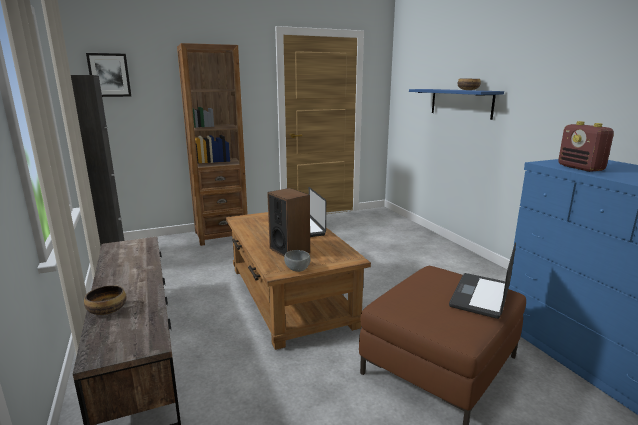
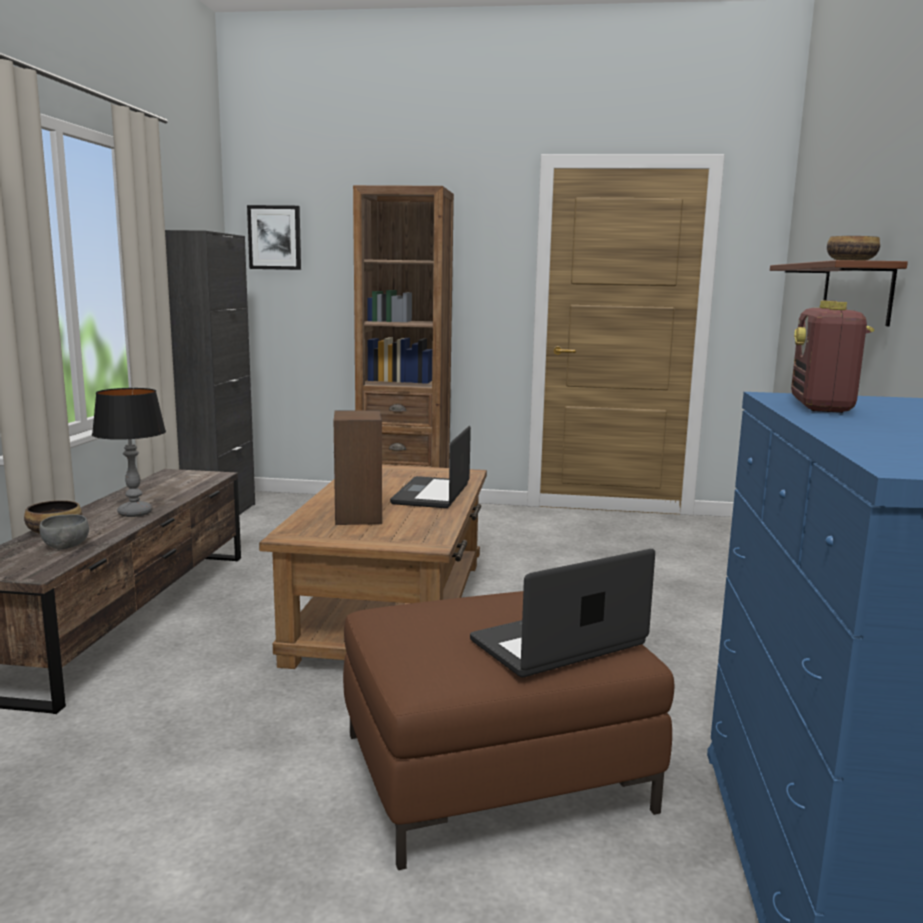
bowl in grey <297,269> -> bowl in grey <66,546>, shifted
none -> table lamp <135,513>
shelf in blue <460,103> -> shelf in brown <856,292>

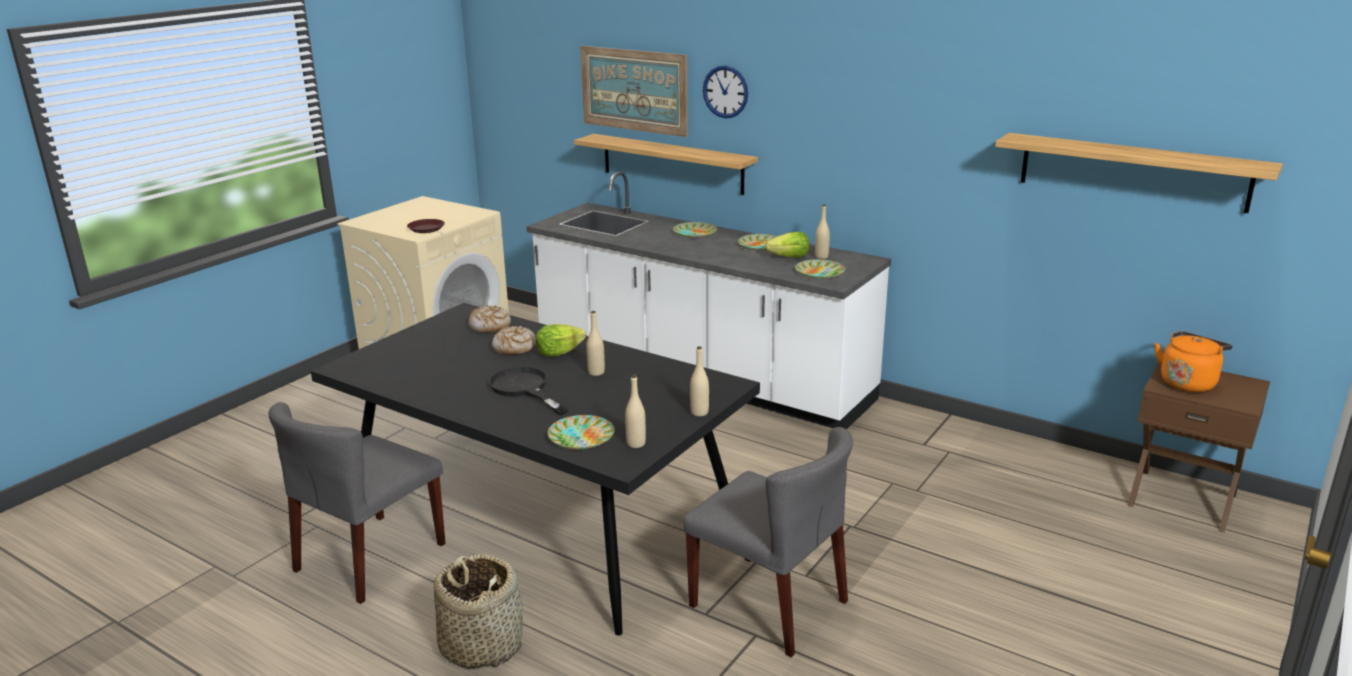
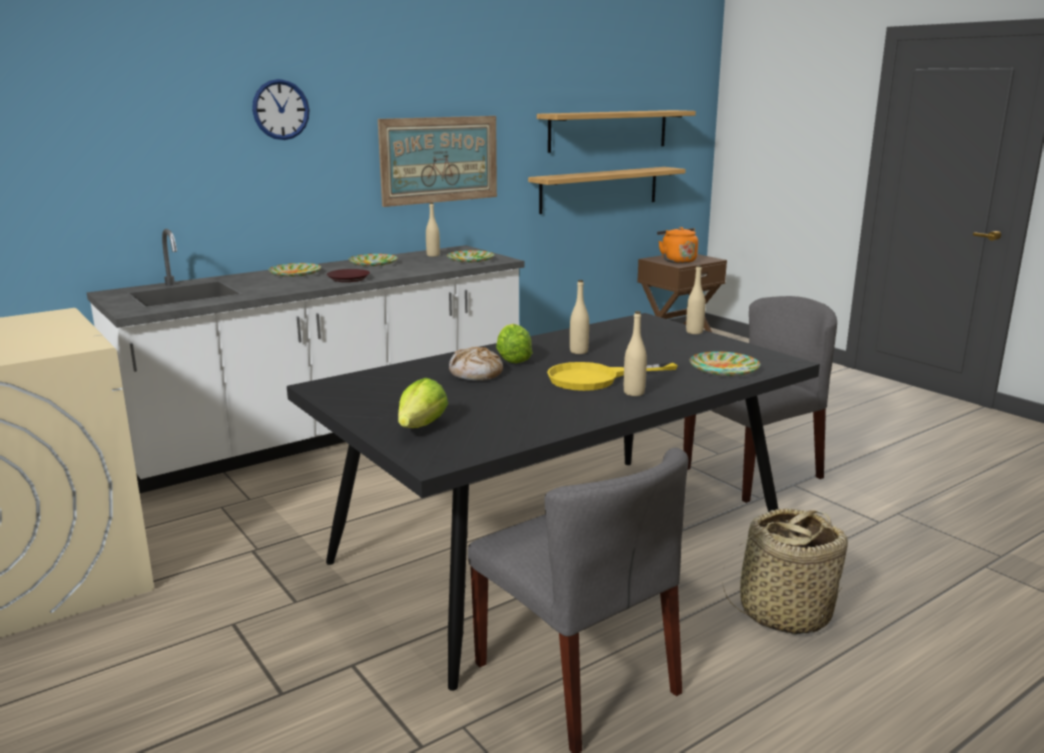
plate in brown <426,229> -> plate in brown <348,279>, shifted
picture <634,90> -> picture <439,159>, shifted
lettuce <789,257> -> lettuce <422,426>, shifted
shelf <672,163> -> shelf <599,189>, shifted
frying pan in black <524,389> -> frying pan in yellow <595,378>
bottle in beige <636,444> -> bottle in beige <634,393>, shifted
bread <490,326> -> none

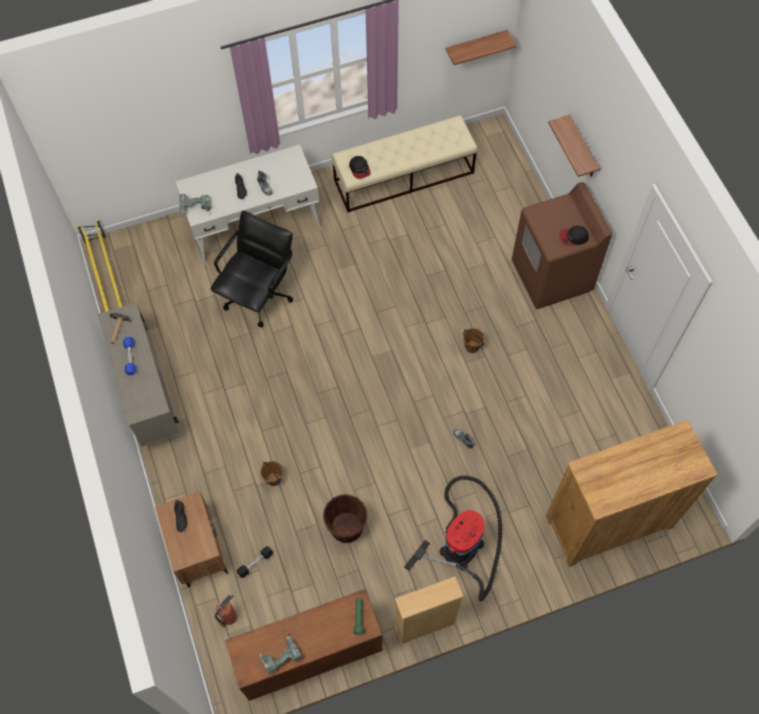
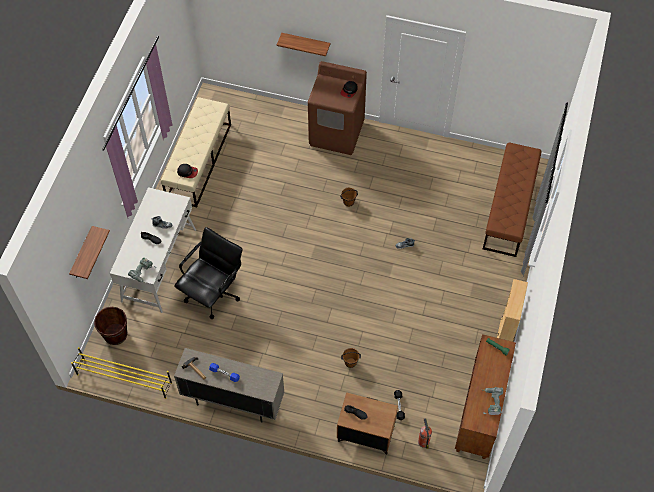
shelf <475,47> -> shelf <82,254>, shifted
bucket in brown <346,528> -> bucket in brown <115,334>, shifted
office chair in black <259,295> -> office chair in black <213,293>, 60 degrees clockwise
dresser in brown <608,521> -> bench in brown <509,208>
vacuum cleaner <463,543> -> none

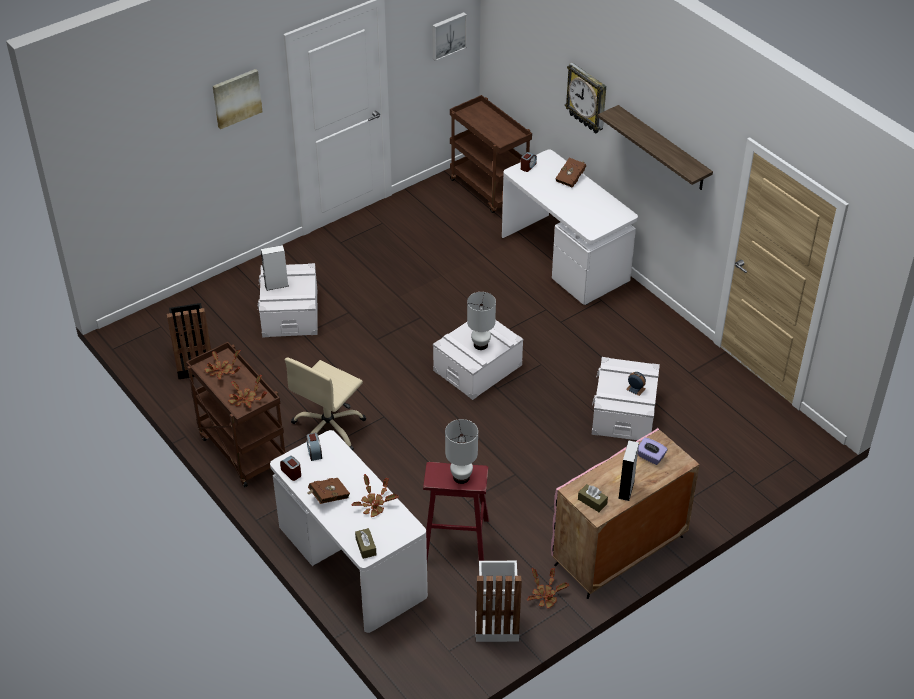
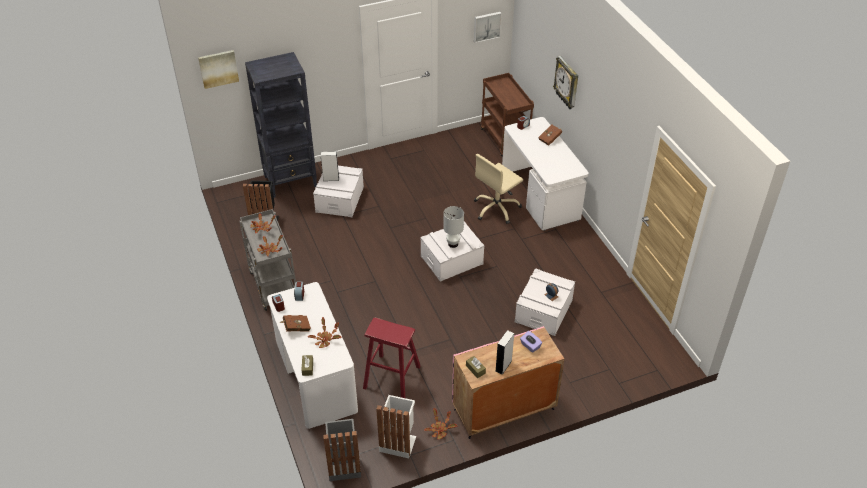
picture <236,98> -> picture <218,68>, shifted
cart in brown <241,450> -> cart in grey <272,285>
none -> bookcase in black <291,181>
none -> trash can in grey <343,465>
office chair in beige <328,429> -> office chair in beige <496,209>, shifted
table lamp in white <461,477> -> none
shelf <663,149> -> none

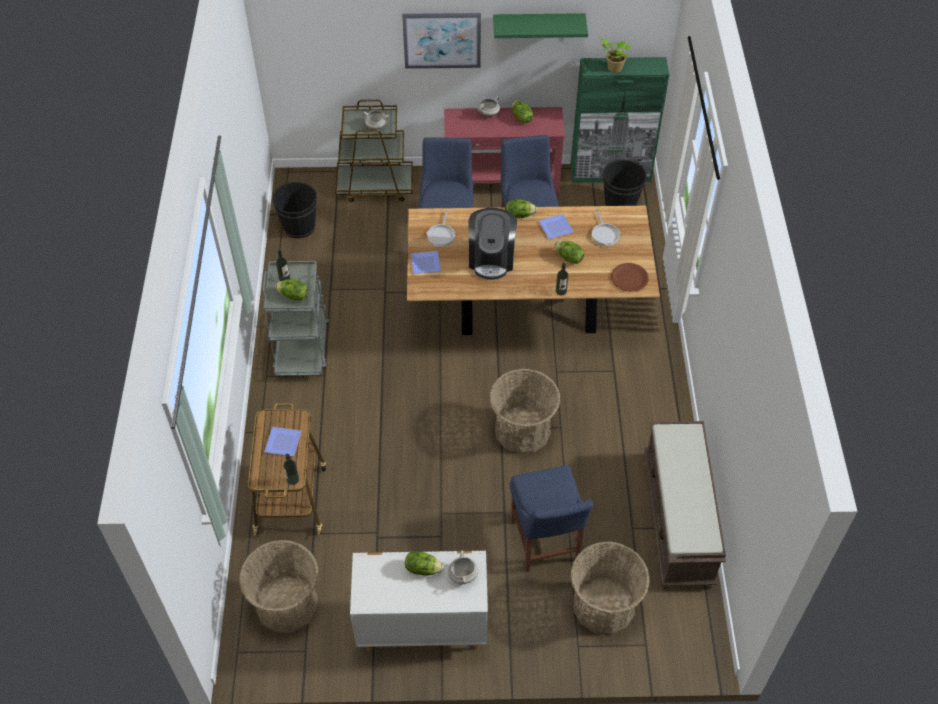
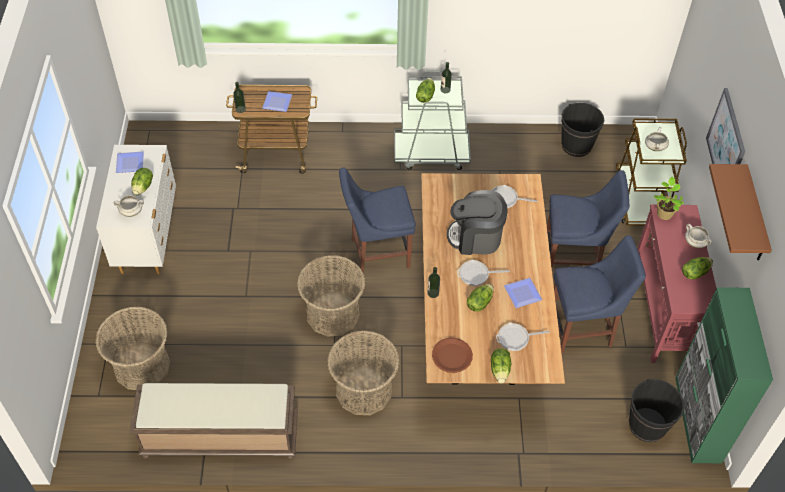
plate <426,264> -> plate <129,164>, shifted
basket <286,604> -> basket <363,390>, shifted
chair in blue <545,544> -> chair in blue <377,253>, shifted
none -> frying pan <476,274>
lettuce <519,215> -> lettuce <500,370>, shifted
potted plant <613,68> -> potted plant <664,213>, shifted
shelf in green <538,25> -> shelf in brown <754,216>

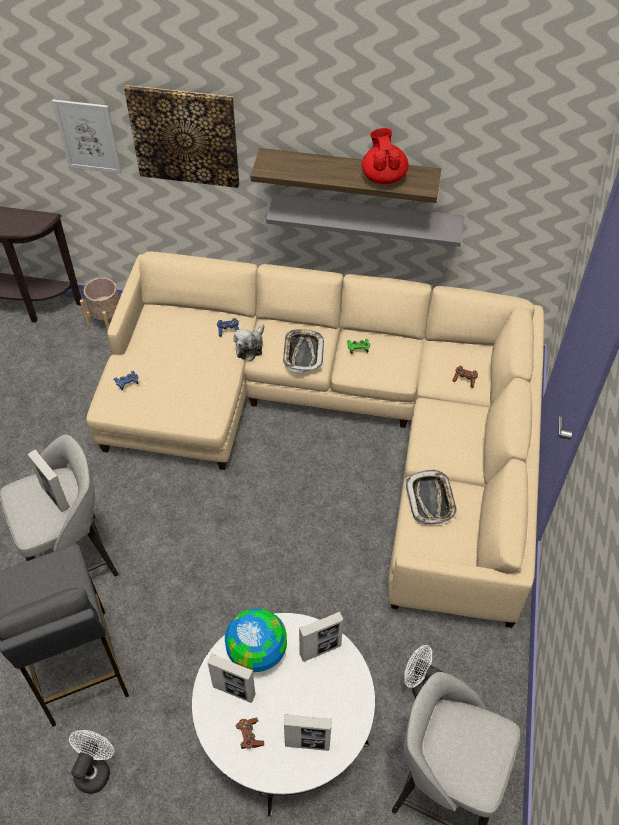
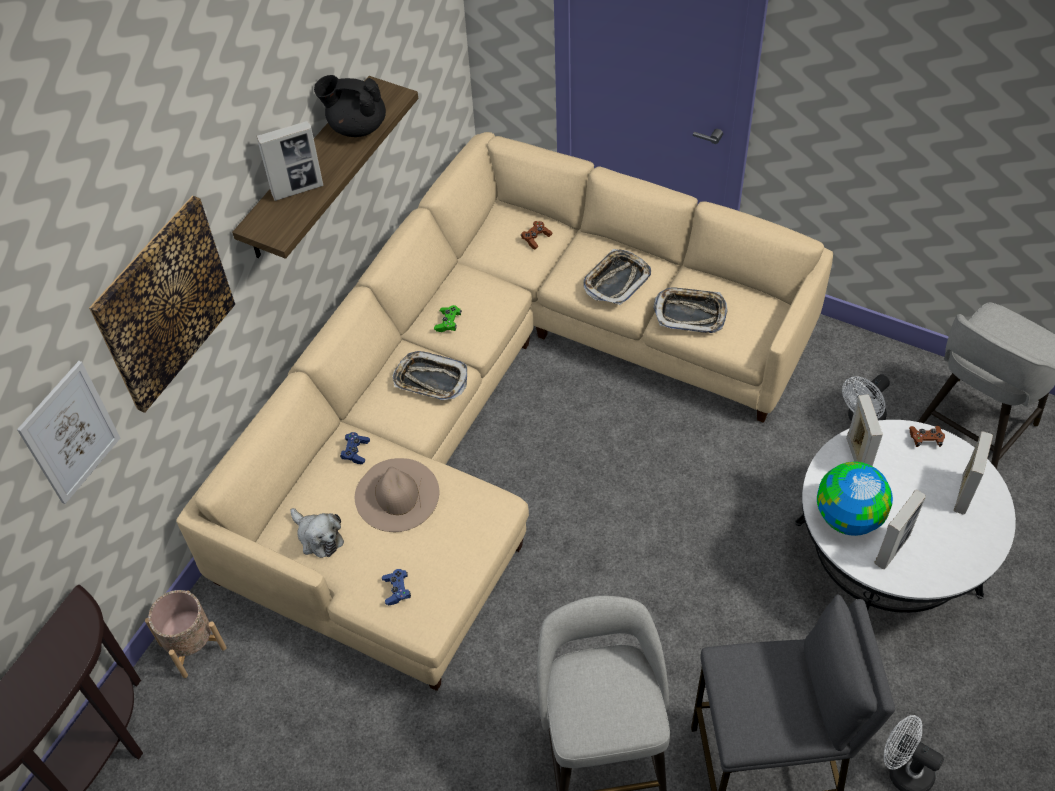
picture frame <55,497> -> picture frame <298,190>, shifted
plush toy <250,347> -> plush toy <318,537>, shifted
teapot in red <383,176> -> teapot in black <356,126>
none -> hat in beige <397,494>
none -> tray <616,280>
game controller in brown <249,735> -> game controller in brown <925,439>, shifted
shelf in grey <366,219> -> none

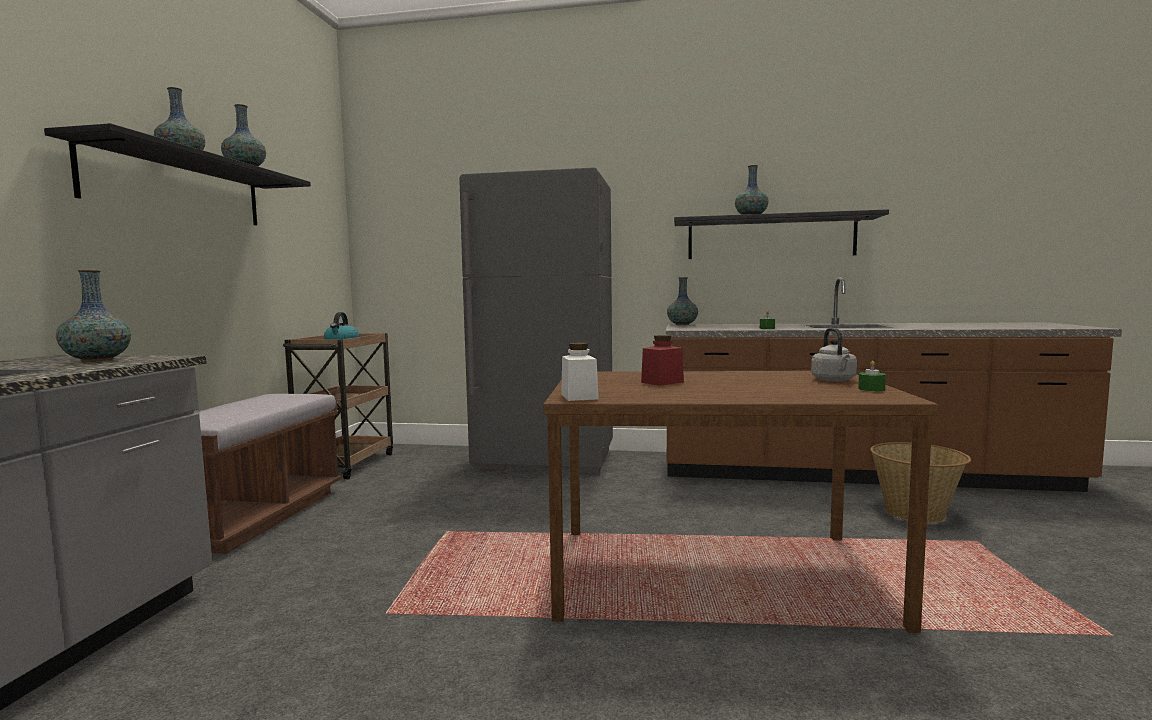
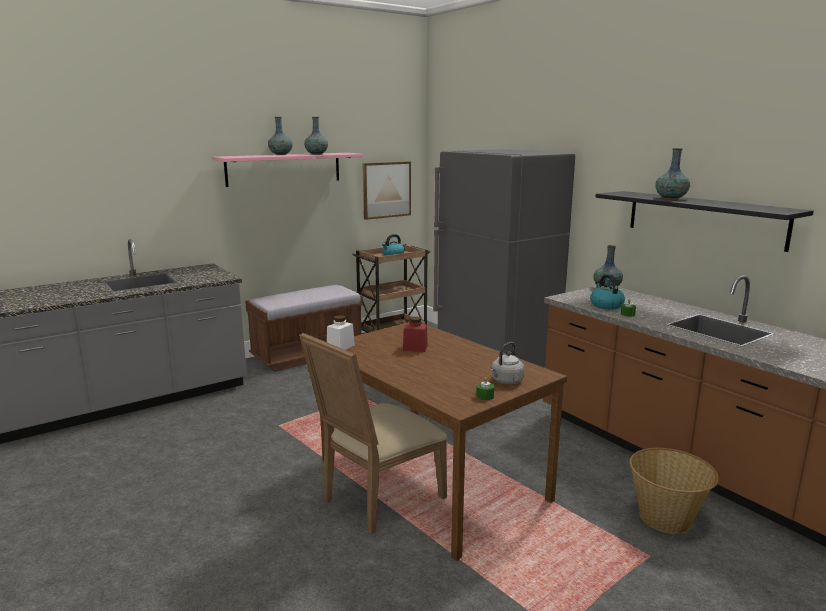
shelf in black <179,188> -> shelf in pink <284,169>
none -> chair in beige <377,500>
none -> picture <386,189>
none -> kettle <606,305>
vase <97,360> -> none

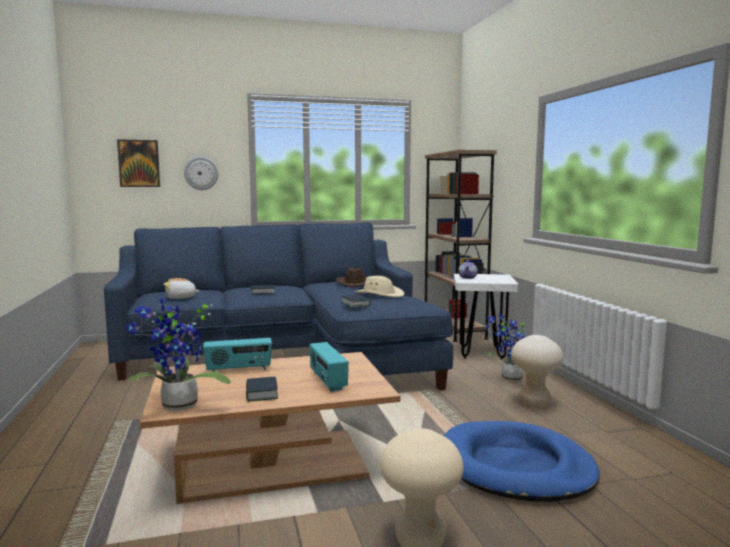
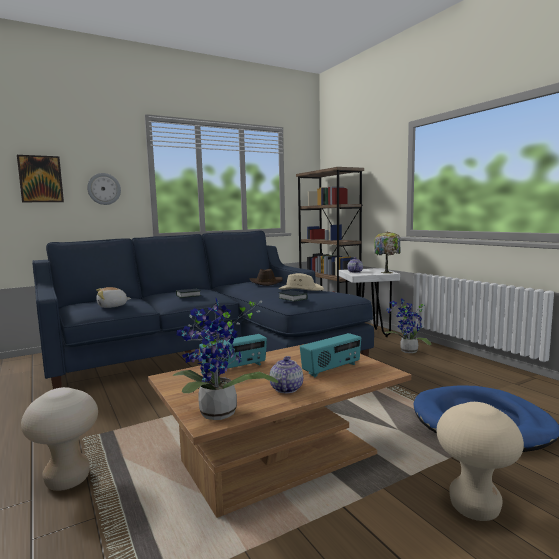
stool in beige <534,404> -> stool in beige <67,480>, shifted
book <261,393> -> teapot <286,389>
radio <327,381> -> radio <332,369>, 90 degrees counterclockwise
none -> table lamp <387,272>

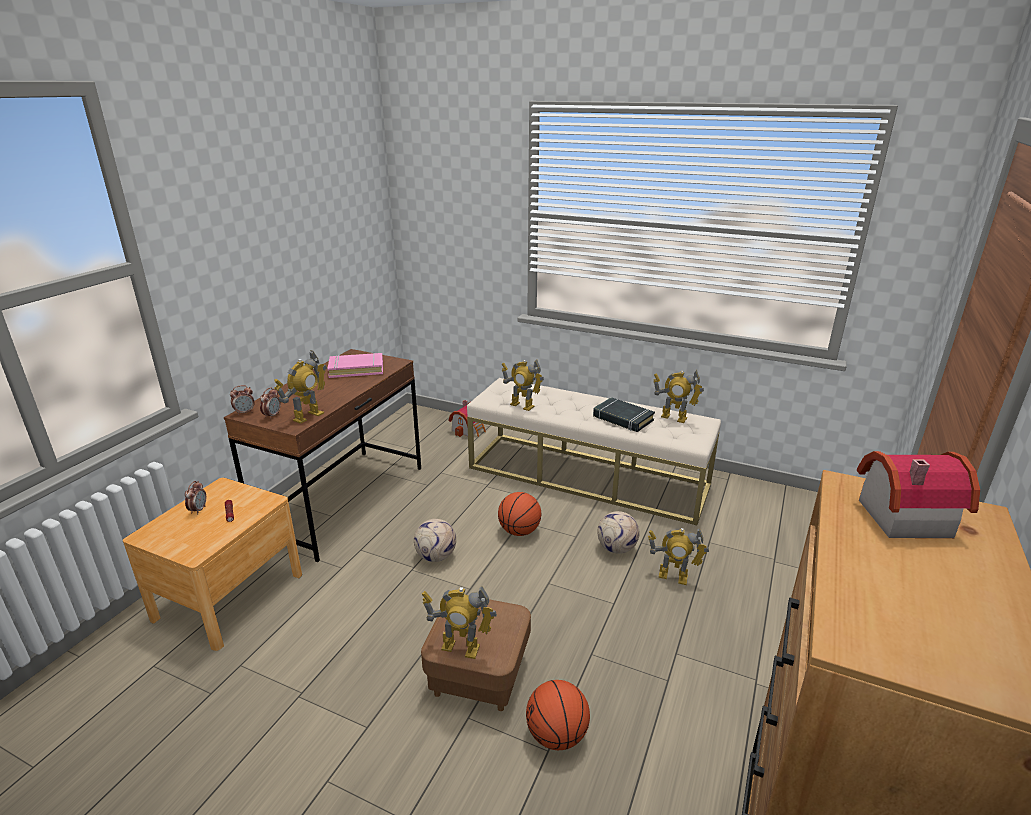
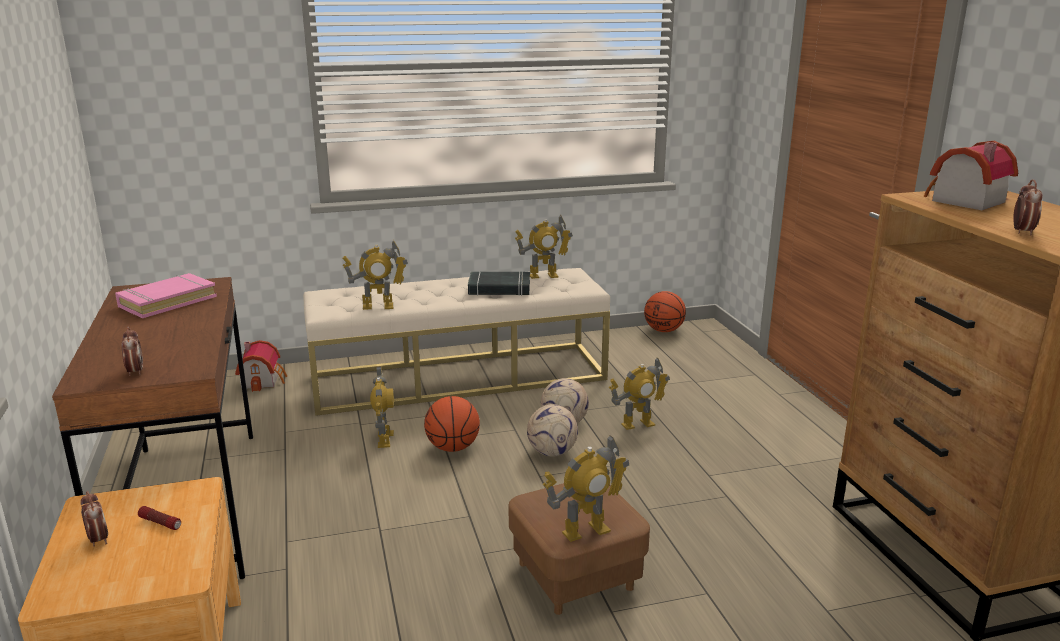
toy robot <308,416> -> toy robot <384,439>, shifted
football <436,556> -> football <552,452>, shifted
basketball <557,735> -> basketball <663,330>, shifted
alarm clock <245,412> -> alarm clock <1022,232>, shifted

